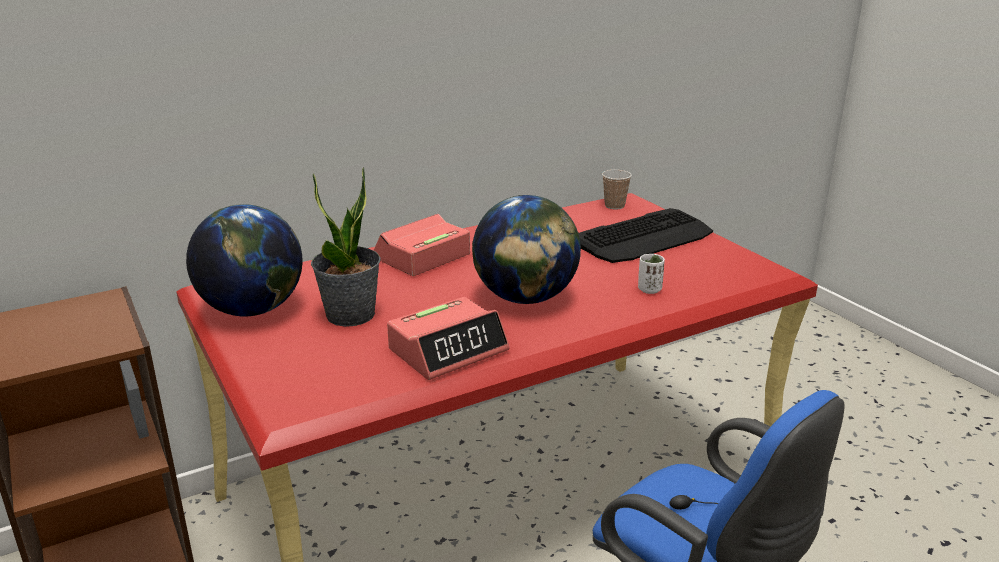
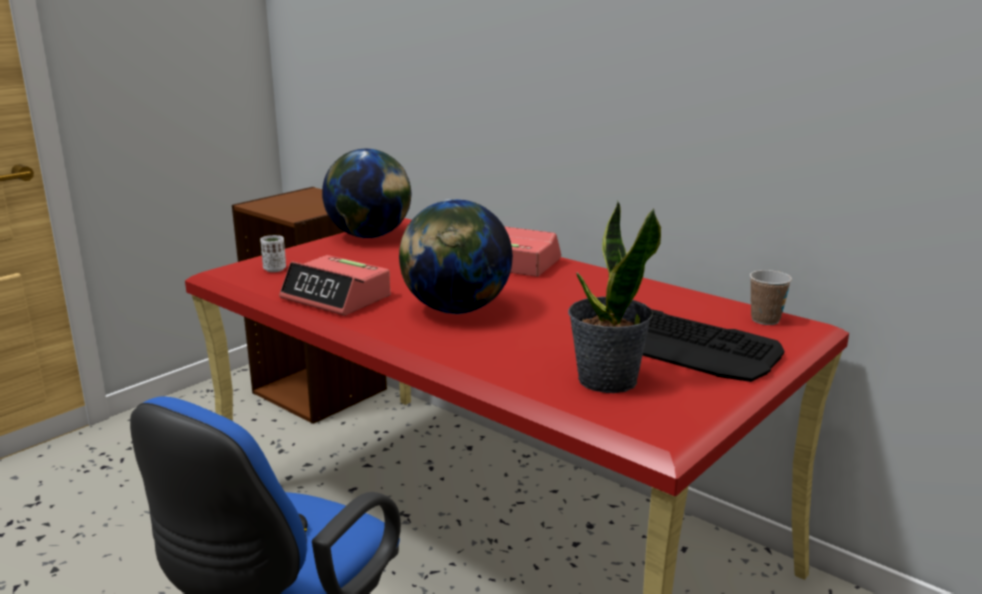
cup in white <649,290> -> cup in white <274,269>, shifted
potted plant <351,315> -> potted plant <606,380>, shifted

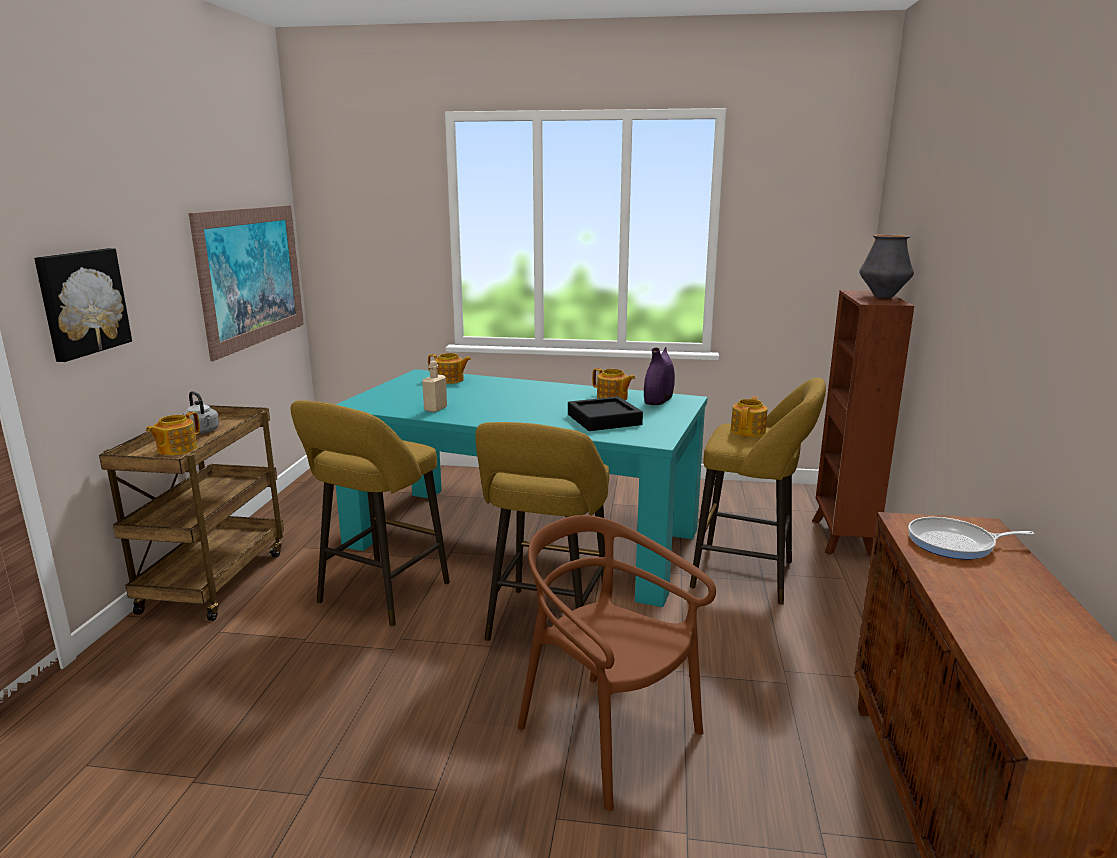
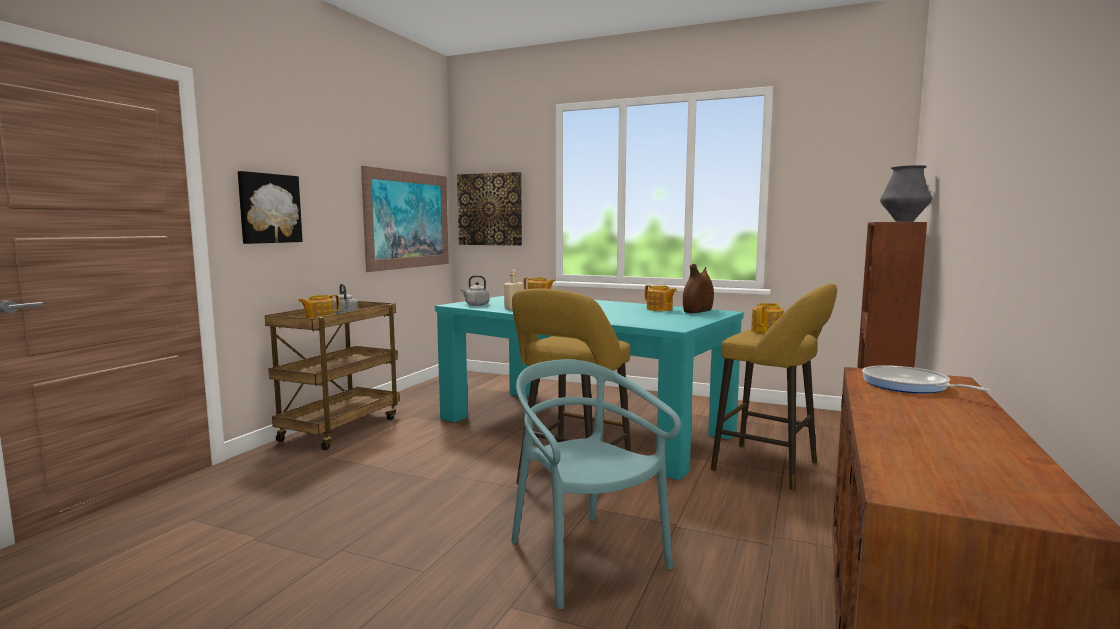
none -> picture <490,209>
none -> kettle in grey <475,305>
chair in brown <607,735> -> chair in turquoise <585,558>
vase in purple <658,400> -> vase in brown <698,311>
frying pan <955,544> -> frying pan <908,386>, 45 degrees clockwise
stool in yellow <379,595> -> none
tray in black <604,420> -> none

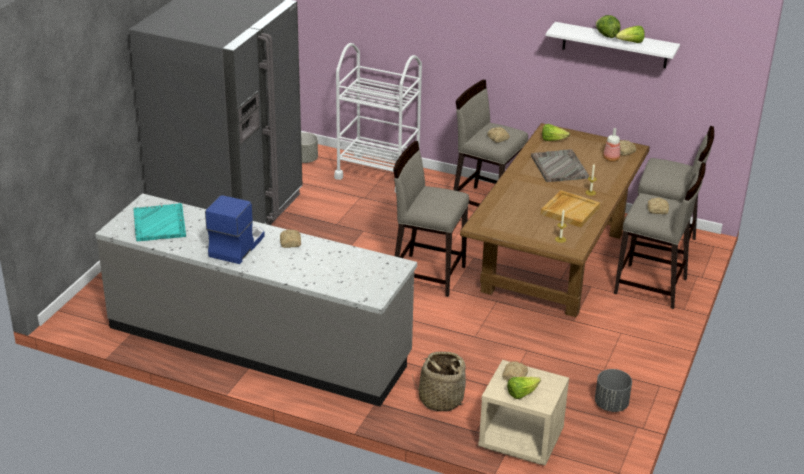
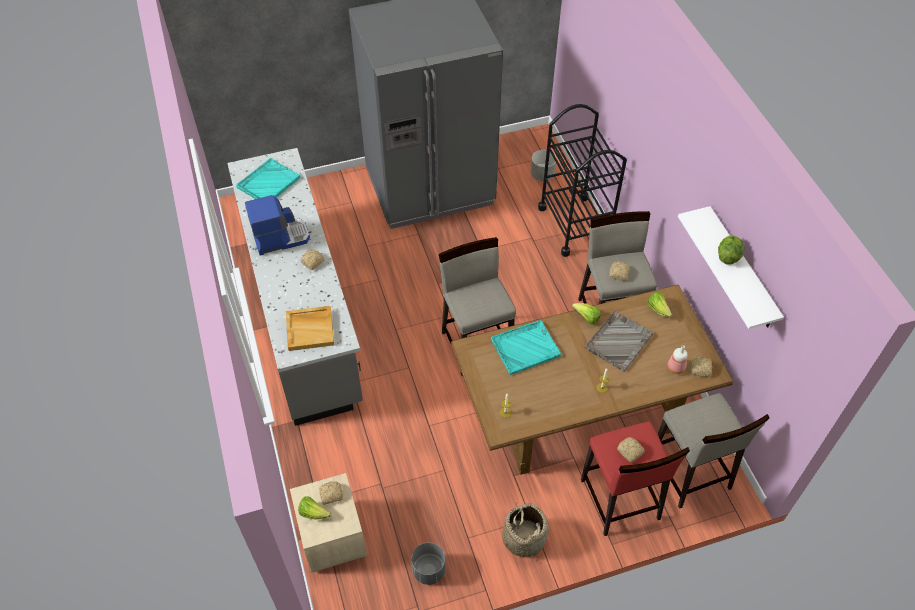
tray in beige <570,210> -> tray in beige <310,329>, shifted
none -> tray in turquoise <526,347>
basket <441,399> -> basket <523,538>, shifted
cart in white <378,173> -> cart in black <575,225>
lettuce <630,43> -> lettuce <586,318>, shifted
stool in beige <651,286> -> stool in red <619,500>

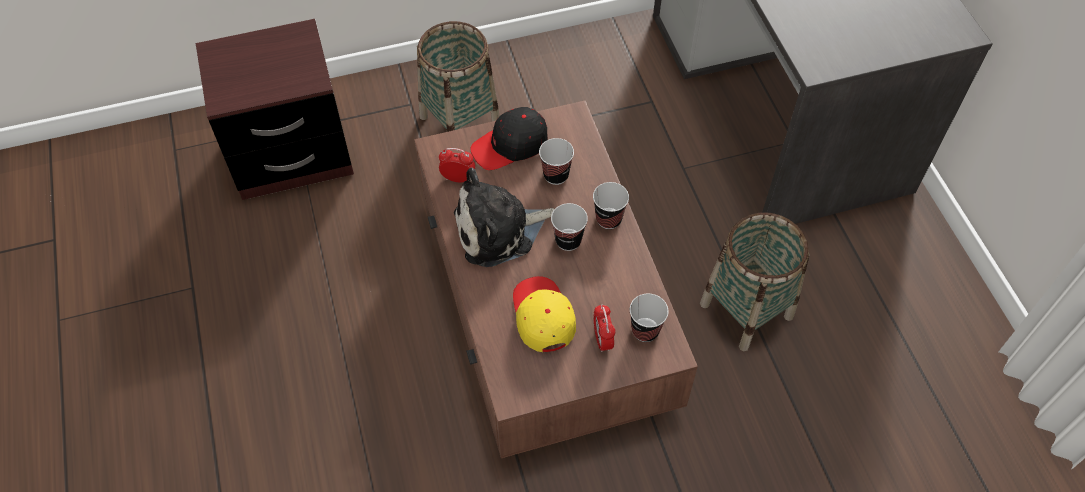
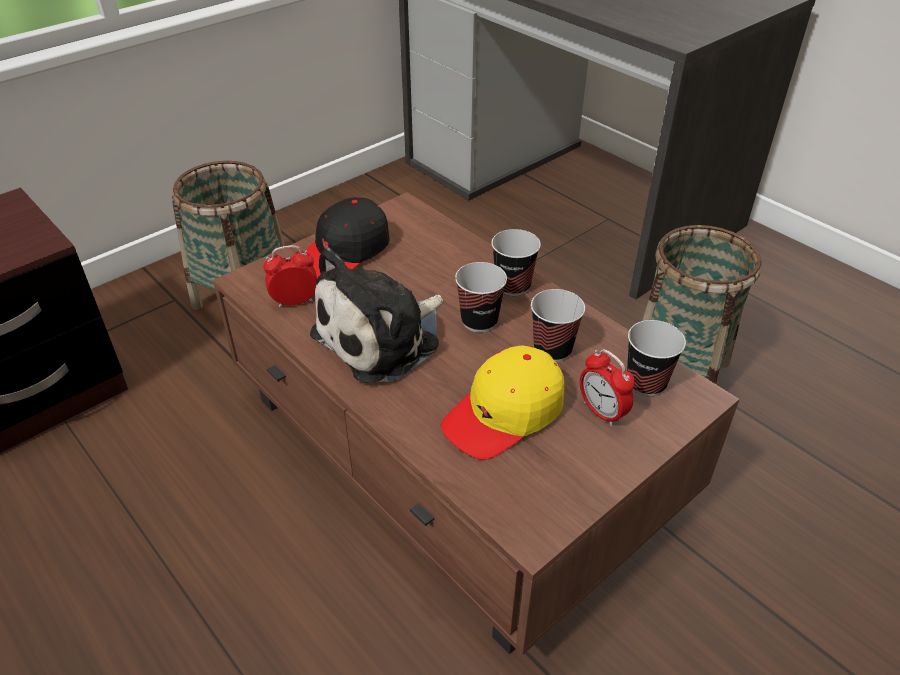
cap in yellow <542,316> -> cap in yellow <504,413>, 90 degrees counterclockwise
cup <556,175> -> cup <552,350>, shifted

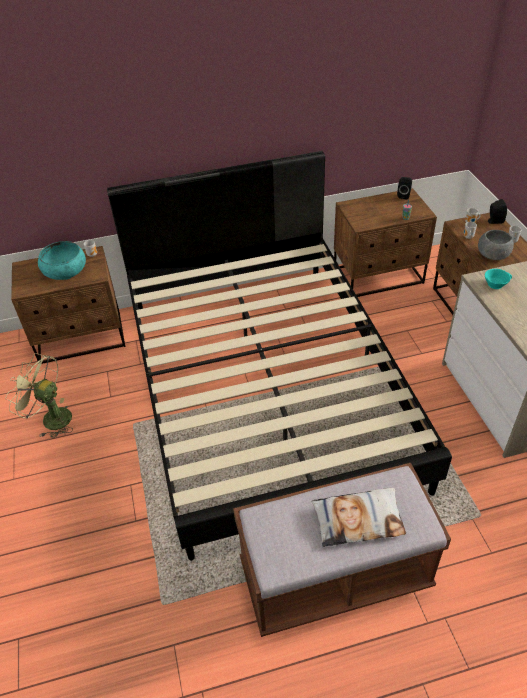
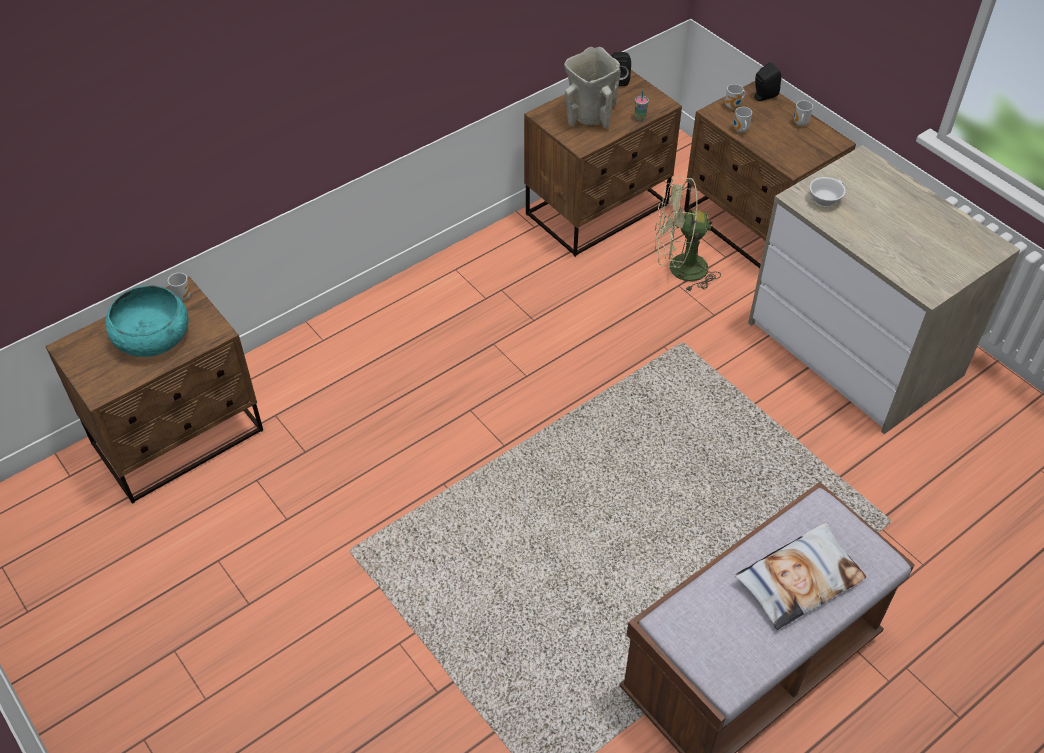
none -> vase in beige <589,116>
fan in green <50,418> -> fan in green <679,269>, shifted
cup in turquoise <495,283> -> cup in white <824,199>
bed in black <266,388> -> none
bowl in grey <493,255> -> none

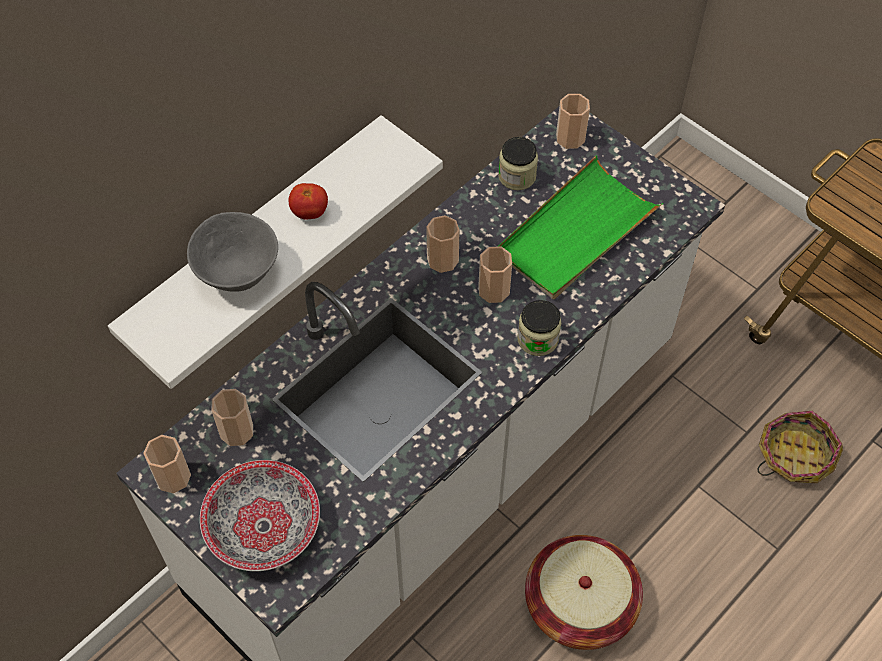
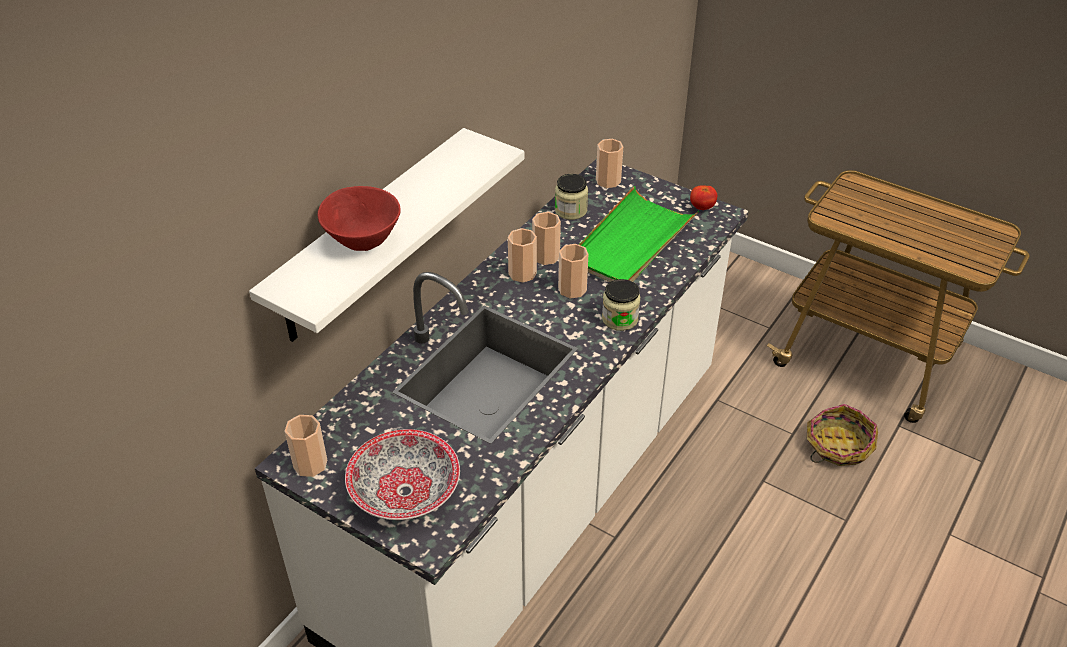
bowl in grey <235,274> -> bowl in red <361,242>
cup <236,431> -> cup <546,256>, shifted
tomato <310,212> -> tomato <702,207>, shifted
basket <580,604> -> none

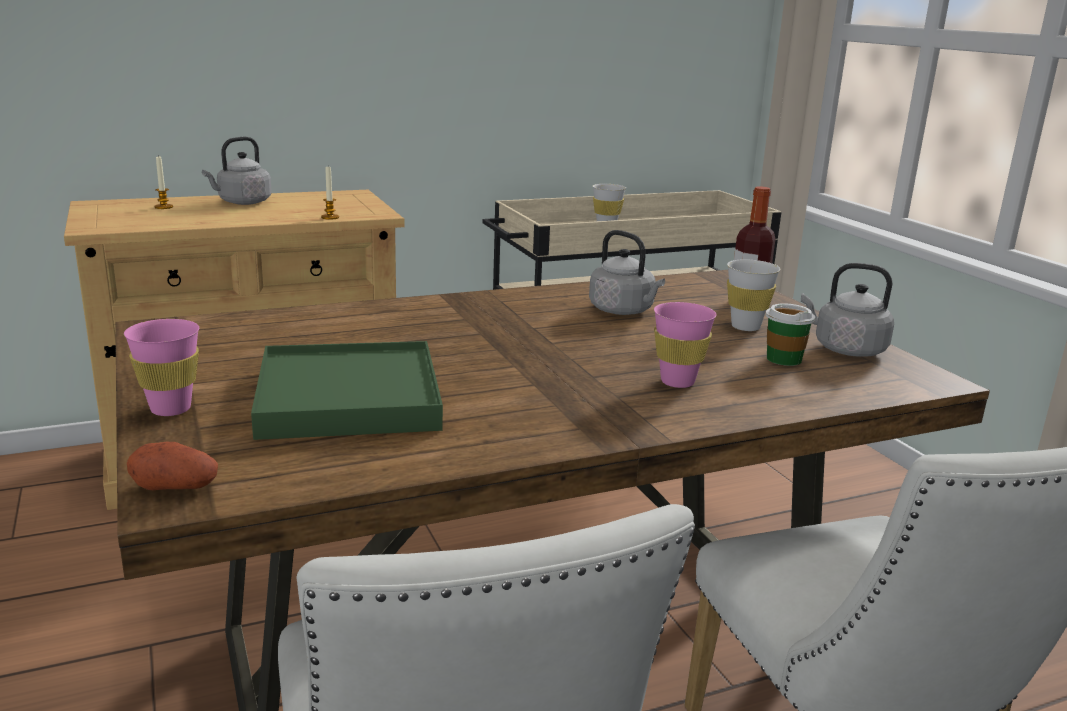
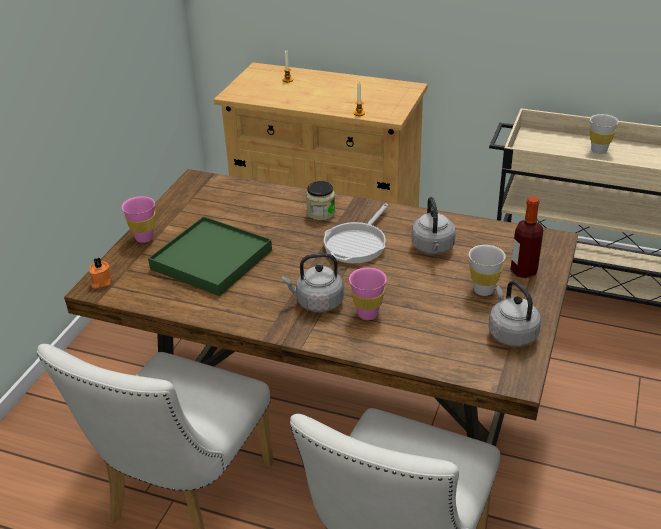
potato <175,487> -> candle in orange <101,282>
kettle in grey <242,202> -> kettle in grey <317,303>, shifted
none -> jar <321,213>
none -> frying pan <357,244>
cup <783,359> -> none

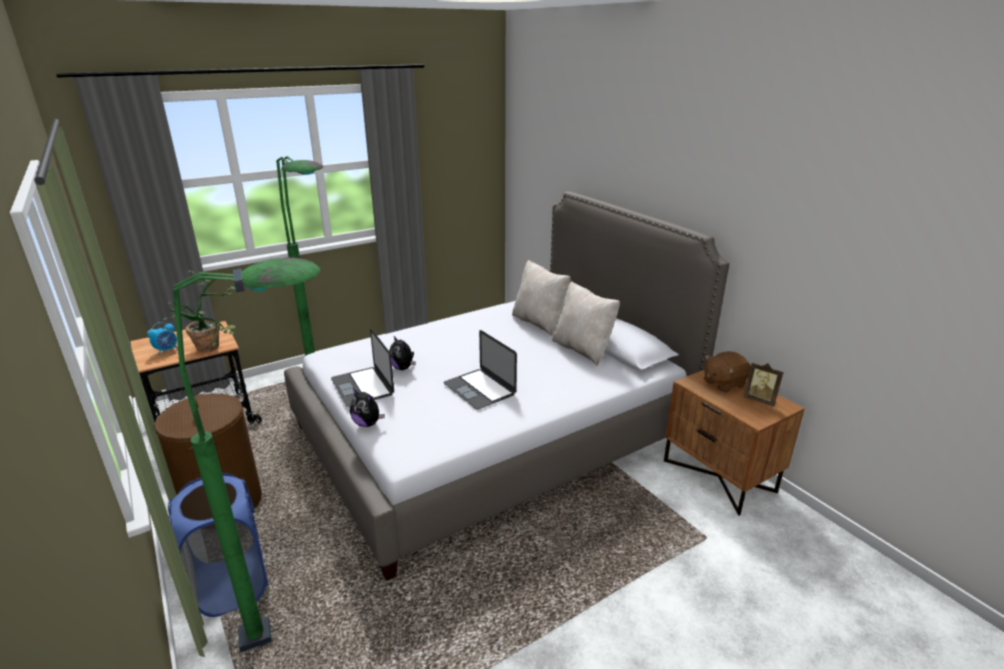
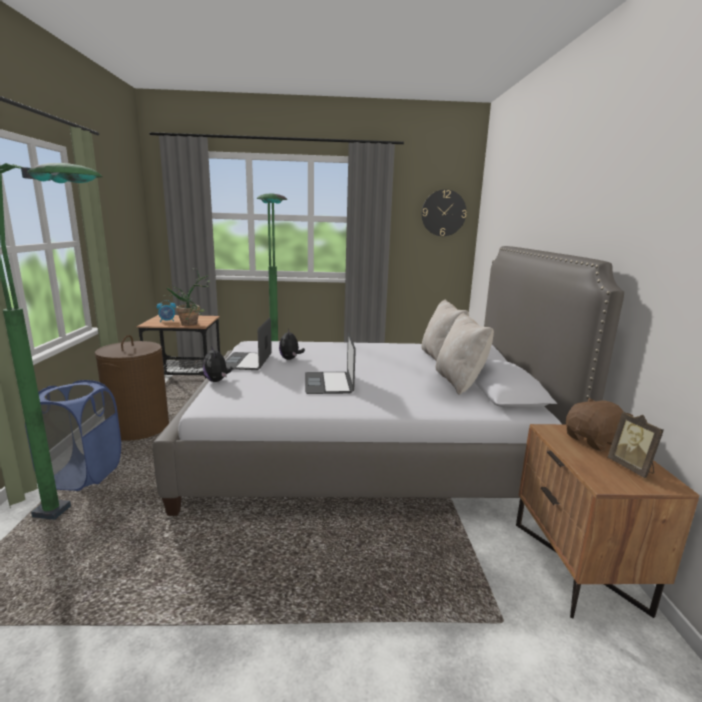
none -> wall clock <443,213>
plush toy in brown <723,383> -> plush toy in brown <593,441>, 150 degrees clockwise

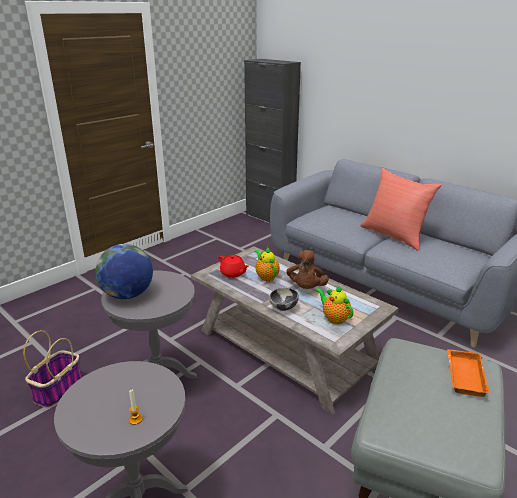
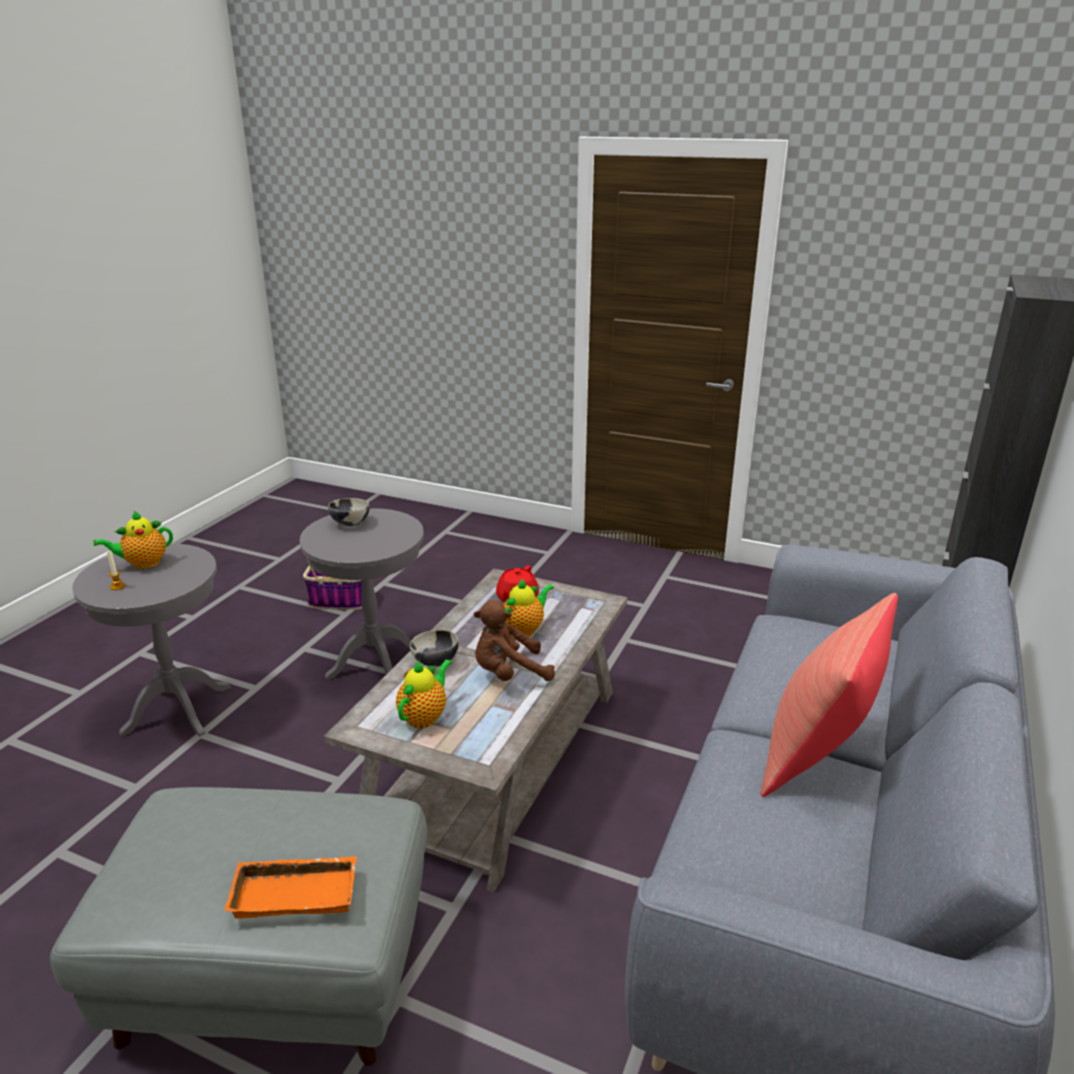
none -> teapot <143,563>
globe <127,295> -> bowl <350,523>

